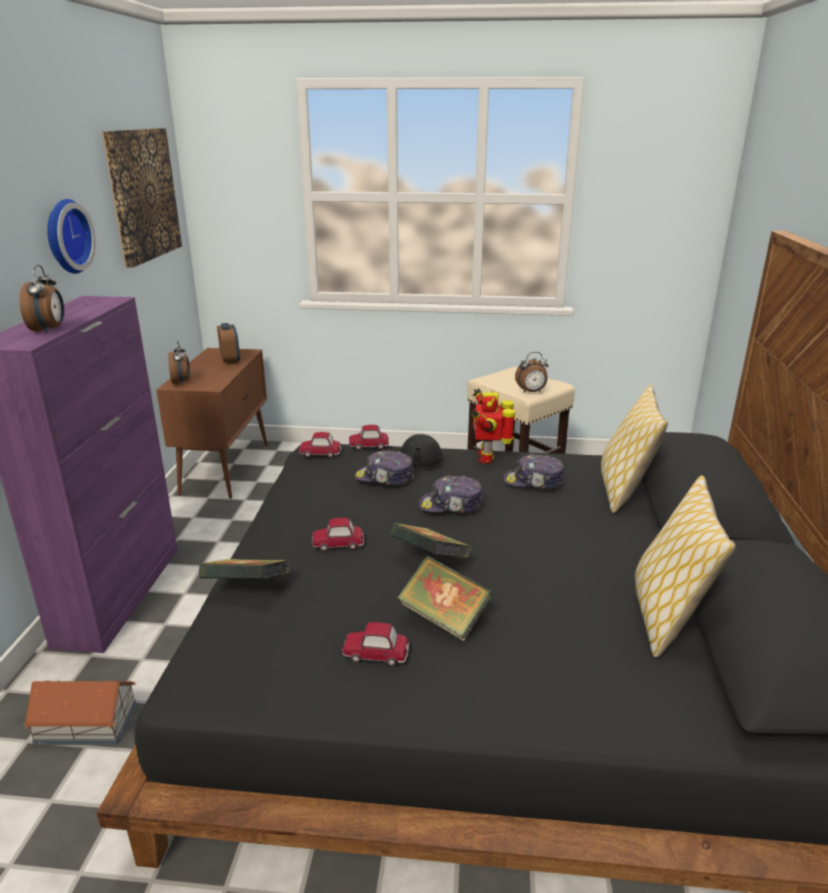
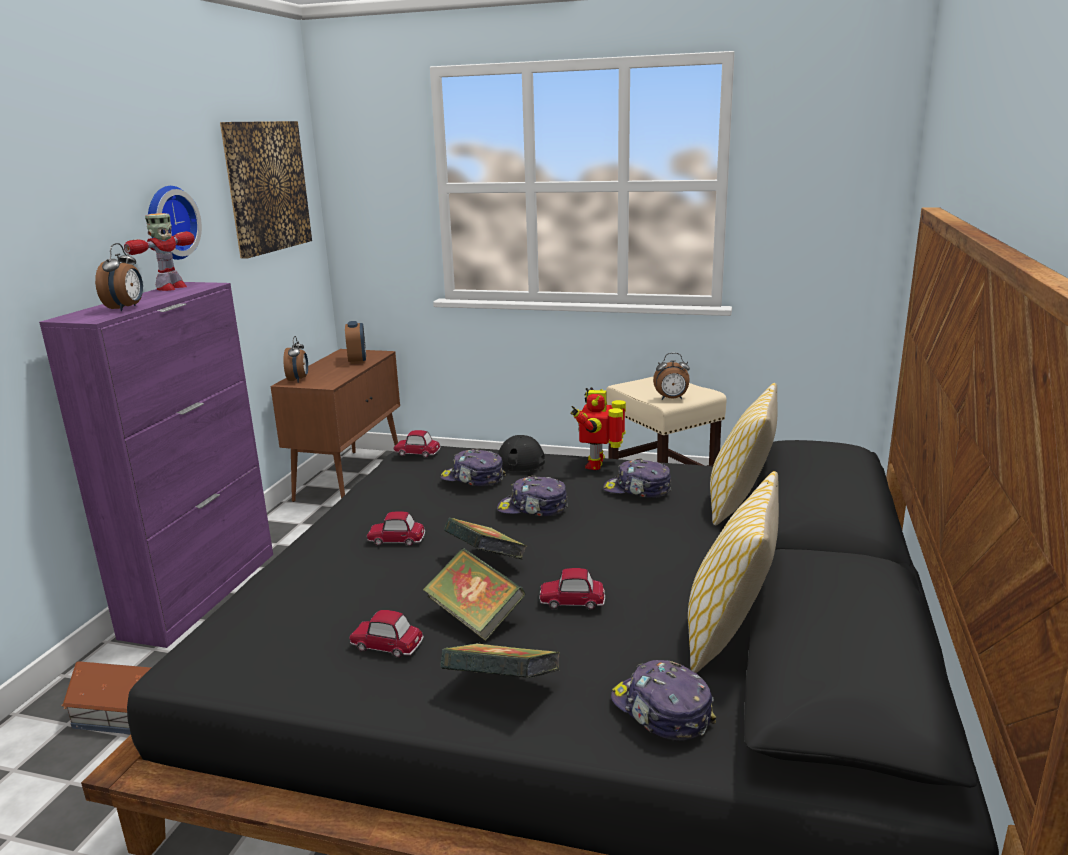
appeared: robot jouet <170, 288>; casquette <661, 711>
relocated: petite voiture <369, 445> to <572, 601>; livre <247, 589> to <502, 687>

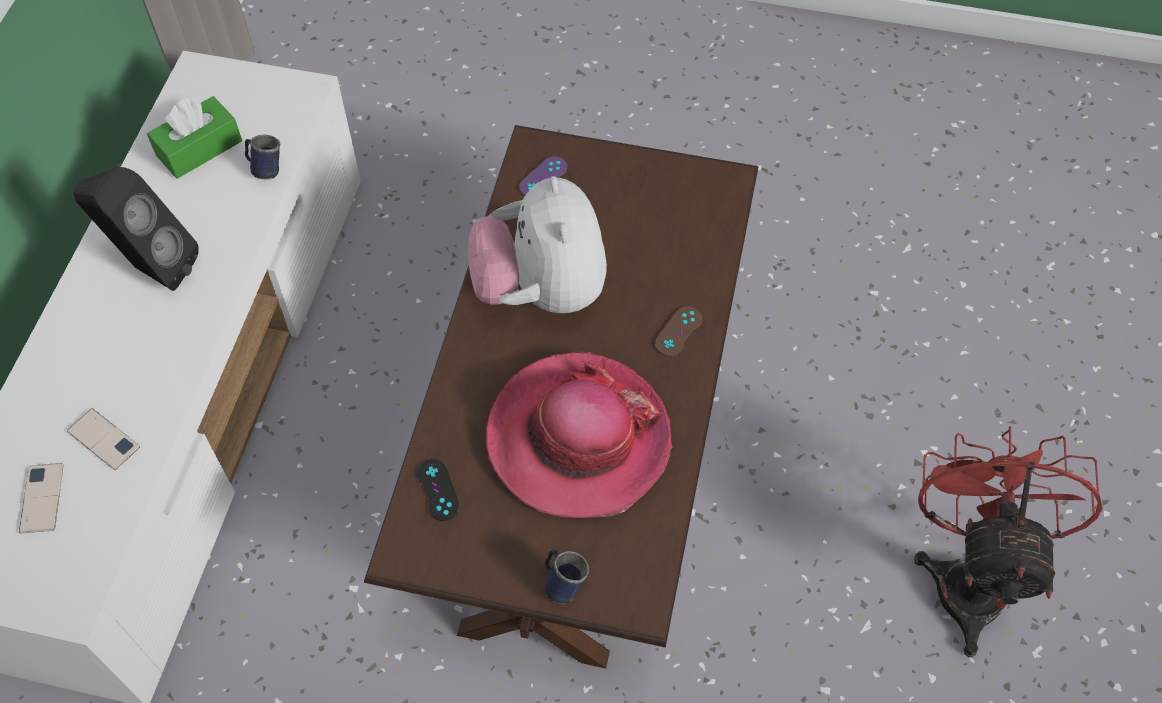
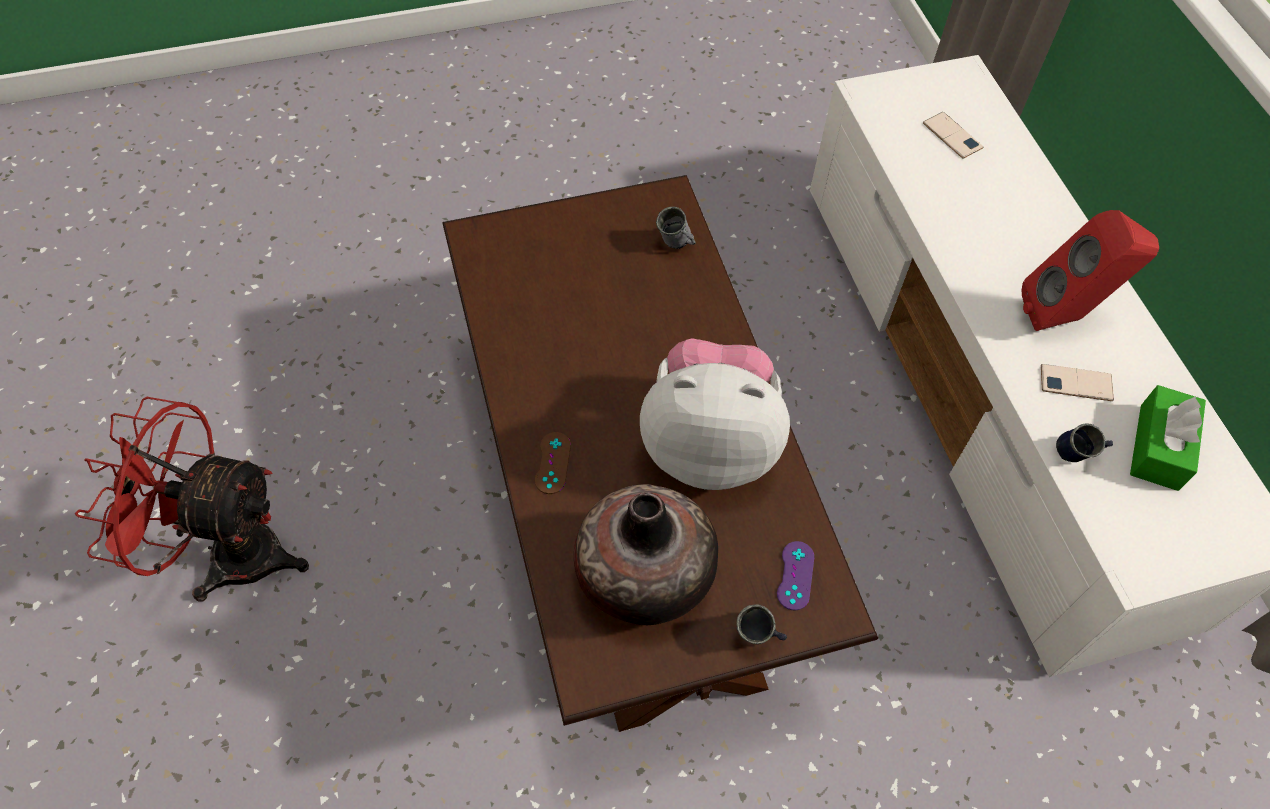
missing: chapeau <578, 439>
appeared: vase <644, 576>
relocated: téléphone <104, 439> to <1076, 383>; mug [bleu] <562, 583> to <759, 637>
exchanged: manette [noir] <438, 490> to mug [gris] <676, 245>
colour: enceinte [noir] <153, 268> to enceinte [rouge] <1064, 316>
spun: peluche <541, 290> = <709, 445> 45 degrees counterclockwise; ventilateur [rouge] <970, 575> = <229, 552> 120 degrees clockwise

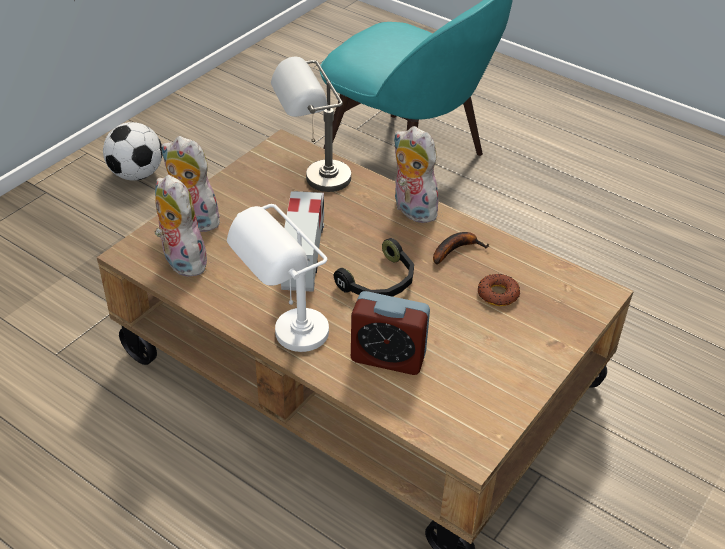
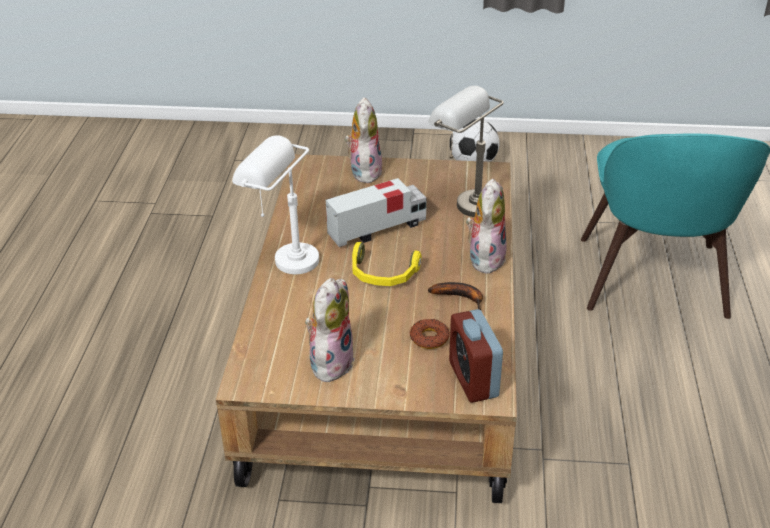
relocated: peluche <181, 261> to <330, 362>; réveil <388, 357> to <473, 379>
colour: casque audio [noir] <380, 282> to casque audio [jaune] <383, 275>

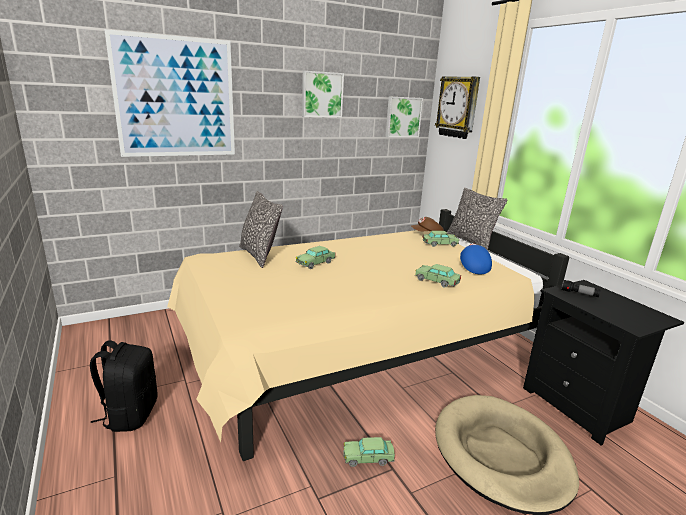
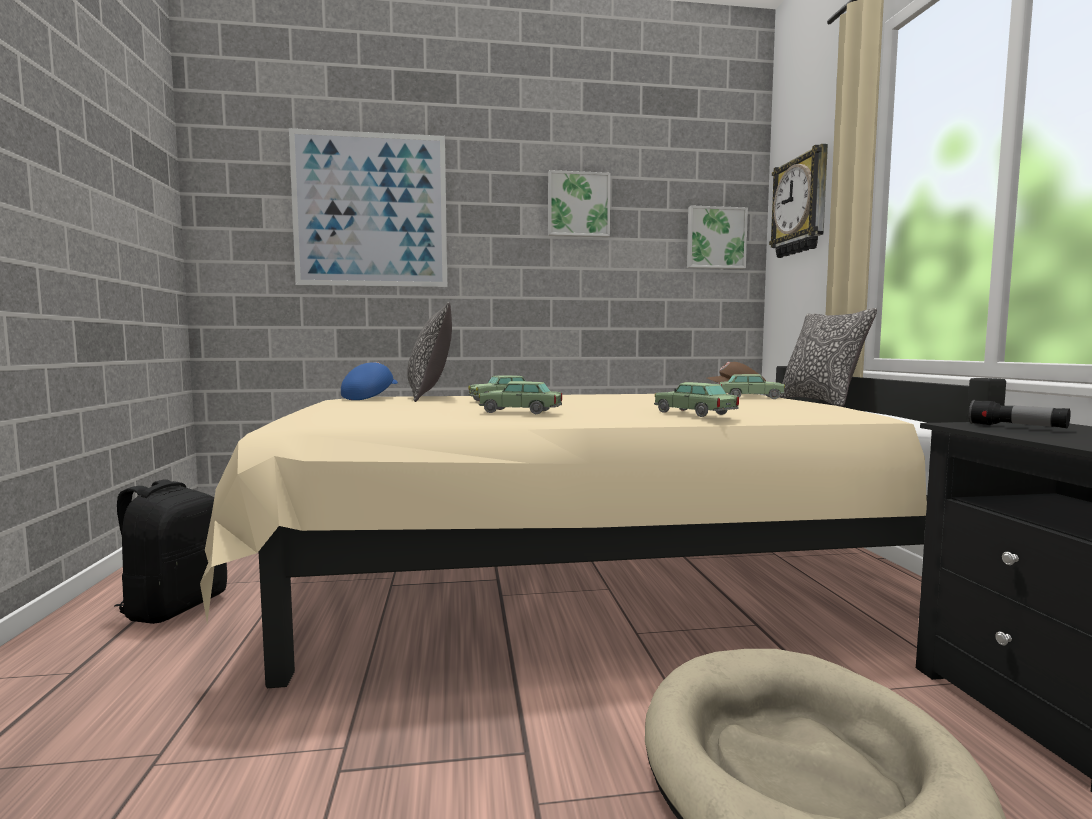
relocated: casquette [bleu] <472, 267> to <370, 397>; petite voiture <368, 457> to <520, 412>

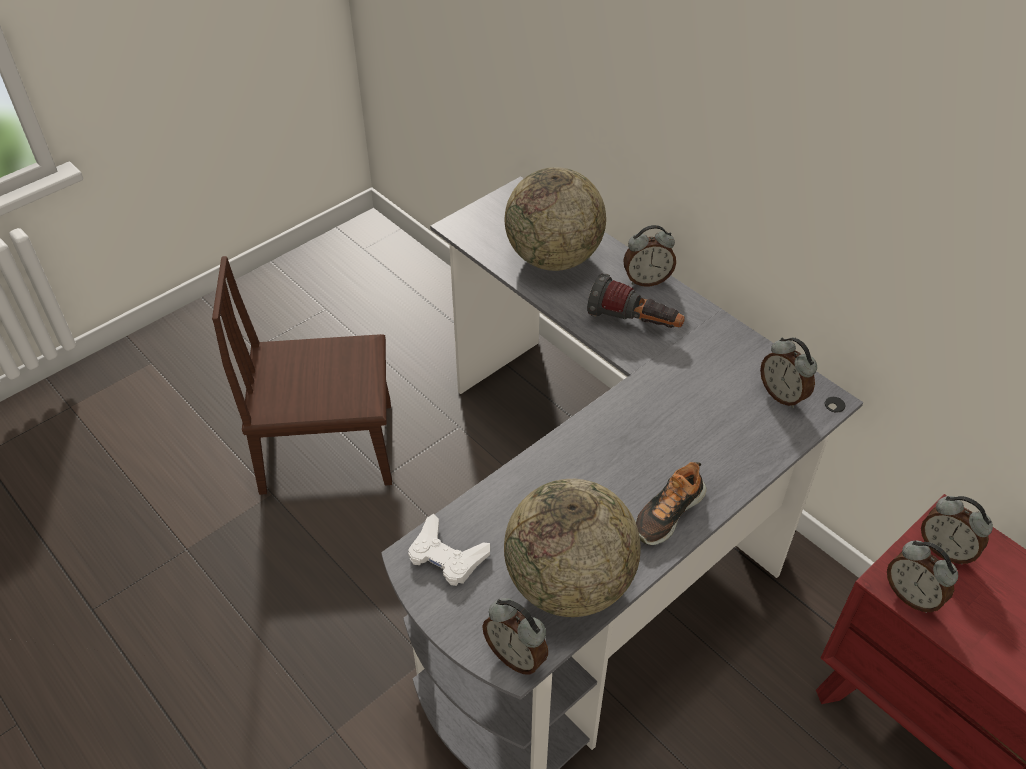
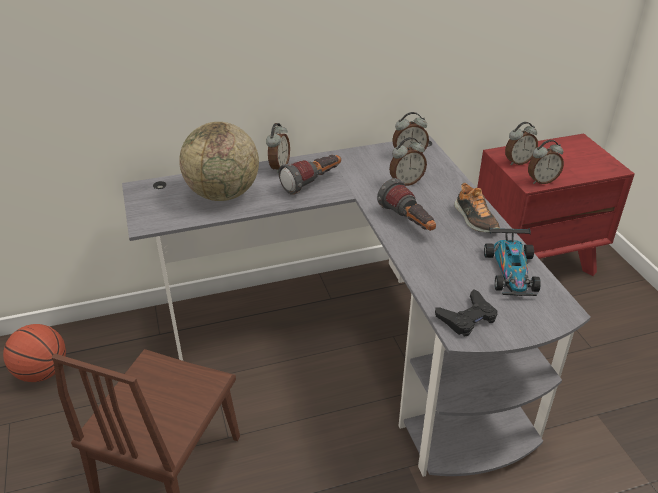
appeared: lampe de poche <408, 222>; ballon de basket <42, 372>
relocated: réveil <516, 655> to <406, 182>
exchanged: globe <569, 583> to petite voiture <511, 271>
colour: manette [blanc] <446, 556> to manette [noir] <467, 318>

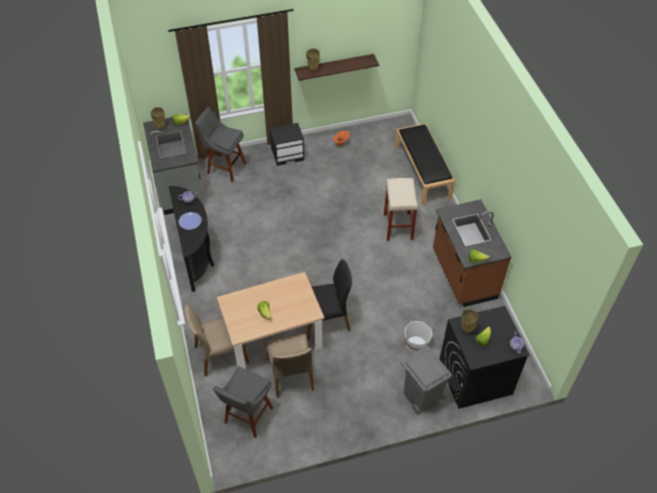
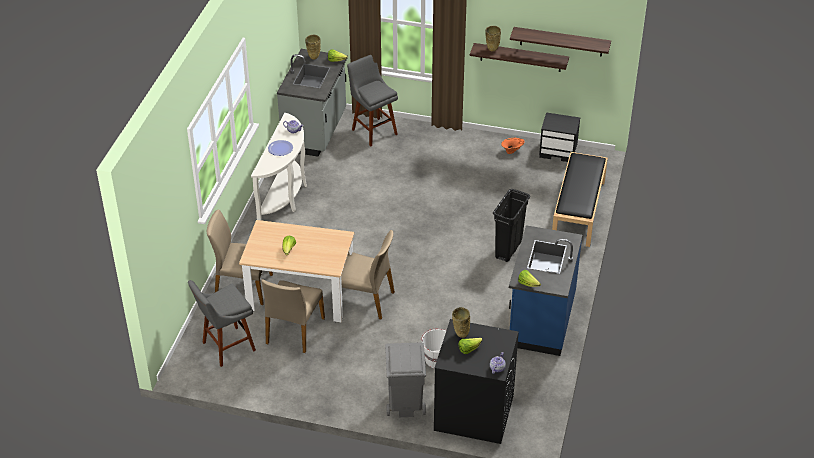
appeared: étagère <561, 41>
relocated: table de chevet [noir] <288, 154> to <558, 151>
exchanged: tabouret [beige] <398, 227> to poubelle [noir] <508, 250>
colour: table console [noir] <196, 255> to table console [blanc] <285, 196>; comptoir de cuisine [marron] <463, 275> to comptoir de cuisine [bleu] <540, 320>; chaise [noir] <326, 319> to chaise [beige] <365, 300>

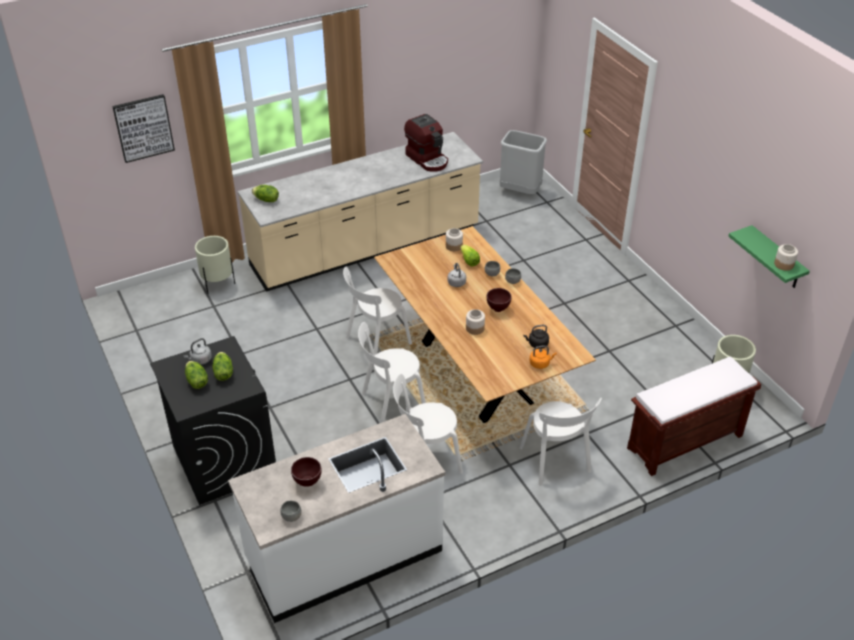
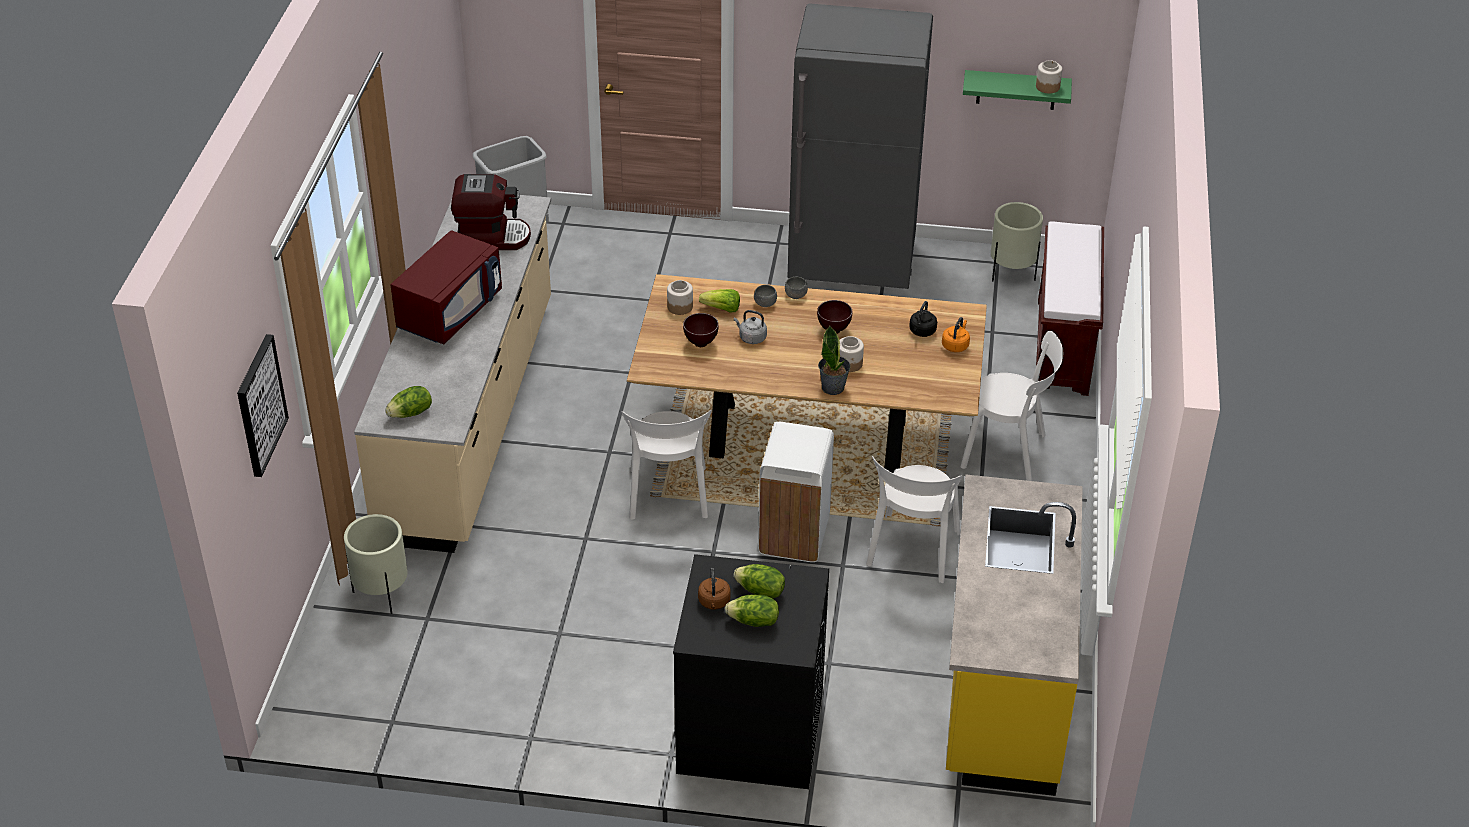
missing: bol [gris] <291, 516>
appeared: réfrigérateur [gris] <852, 264>; micro-ondes [rouge] <450, 311>; plante en pot <833, 387>
relocated: bol [marron] <308, 482> to <701, 343>
exchanged: chaise [blanc] <391, 404> to poubelle [blanc] <793, 536>
colour: bouilloire [gris] <200, 360> to bouilloire [marron] <714, 602>; comptoir de cuisine [blanc] <344, 555> to comptoir de cuisine [jaune] <1002, 690>

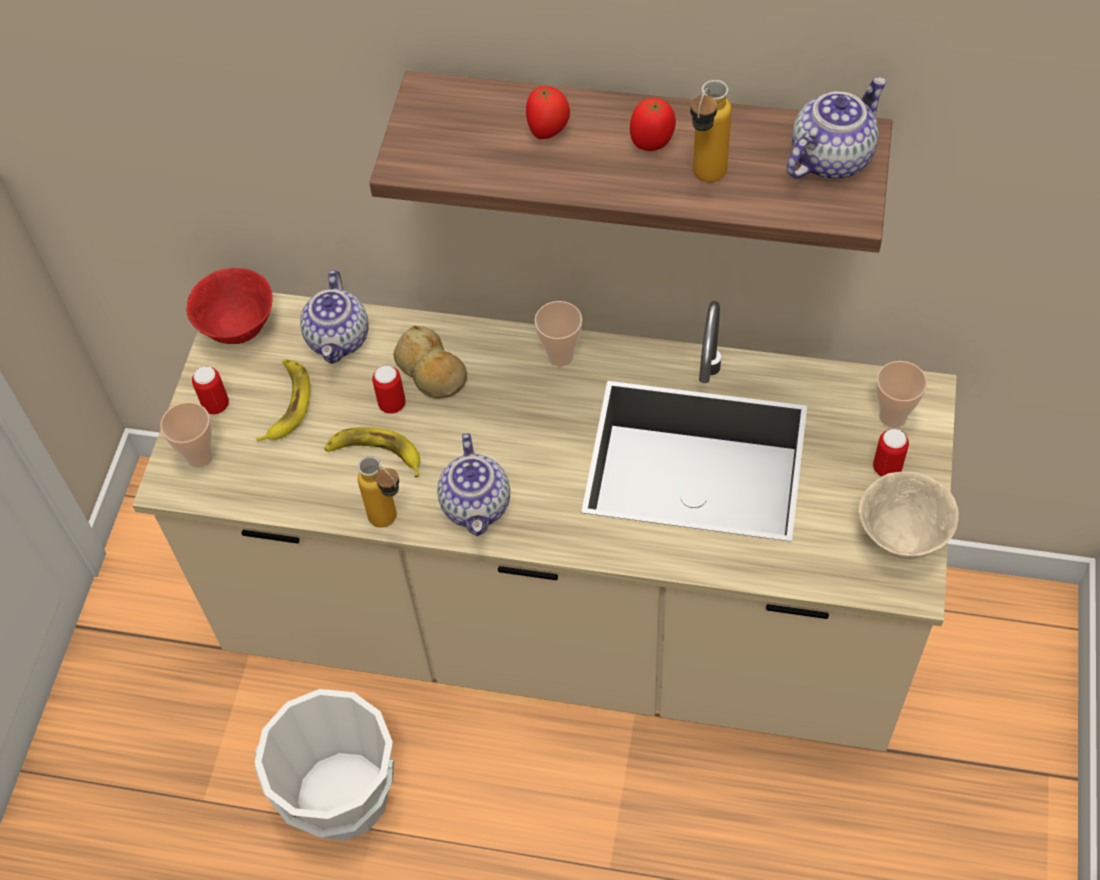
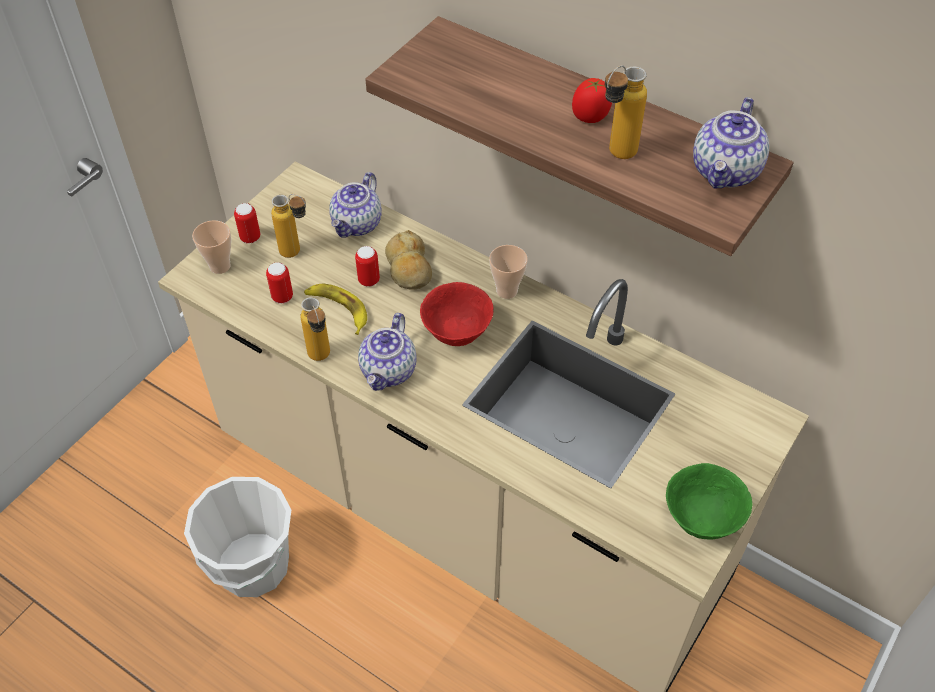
missing: tomate <548, 131>; tasse <892, 416>
relocated: bol [rouge] <239, 327> to <457, 333>; boîte métallique <887, 468> to <282, 297>
exchanged: banane <286, 403> to bouteille <297, 253>
colour: bol [beige] <901, 536> to bol [vert] <700, 519>
spun: théière <830, 157> = <726, 172> 135 degrees clockwise

